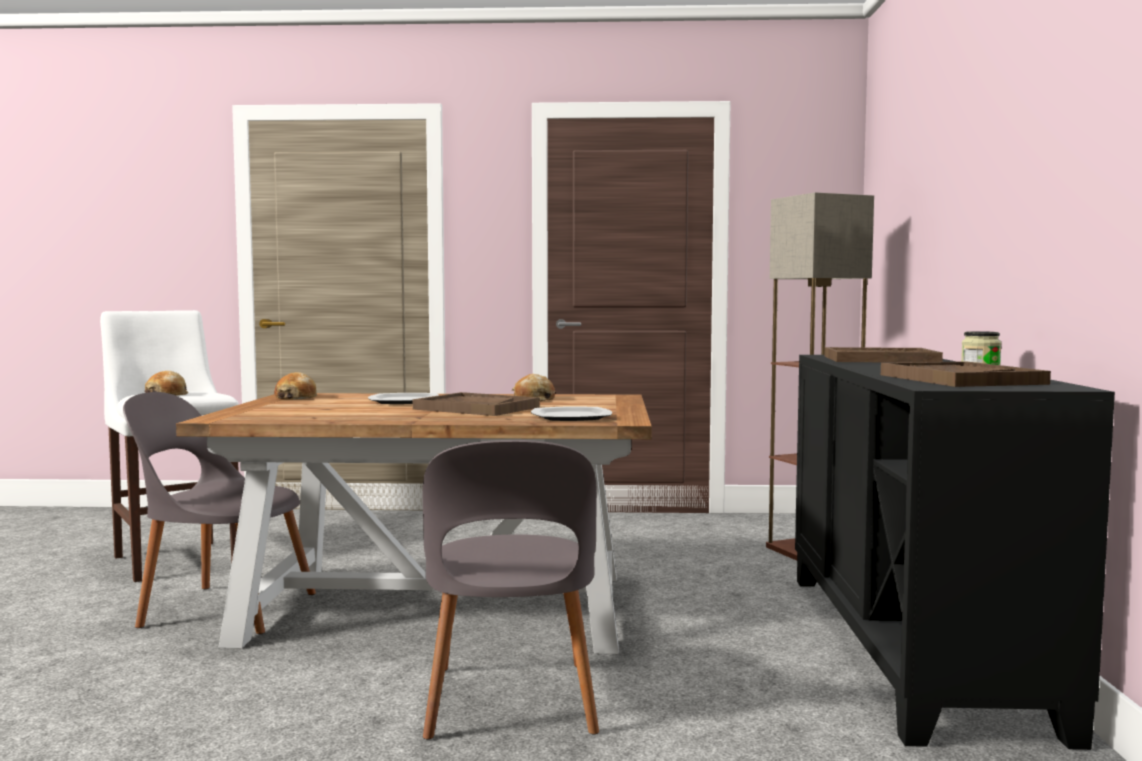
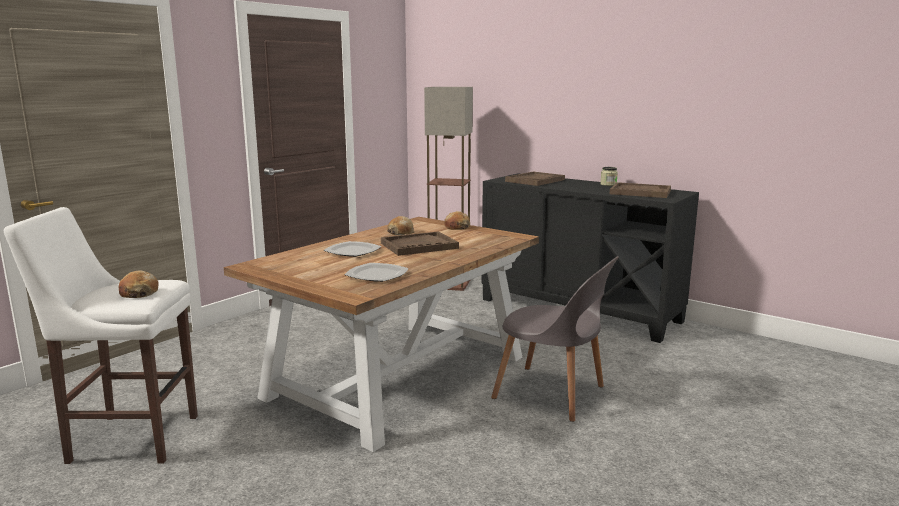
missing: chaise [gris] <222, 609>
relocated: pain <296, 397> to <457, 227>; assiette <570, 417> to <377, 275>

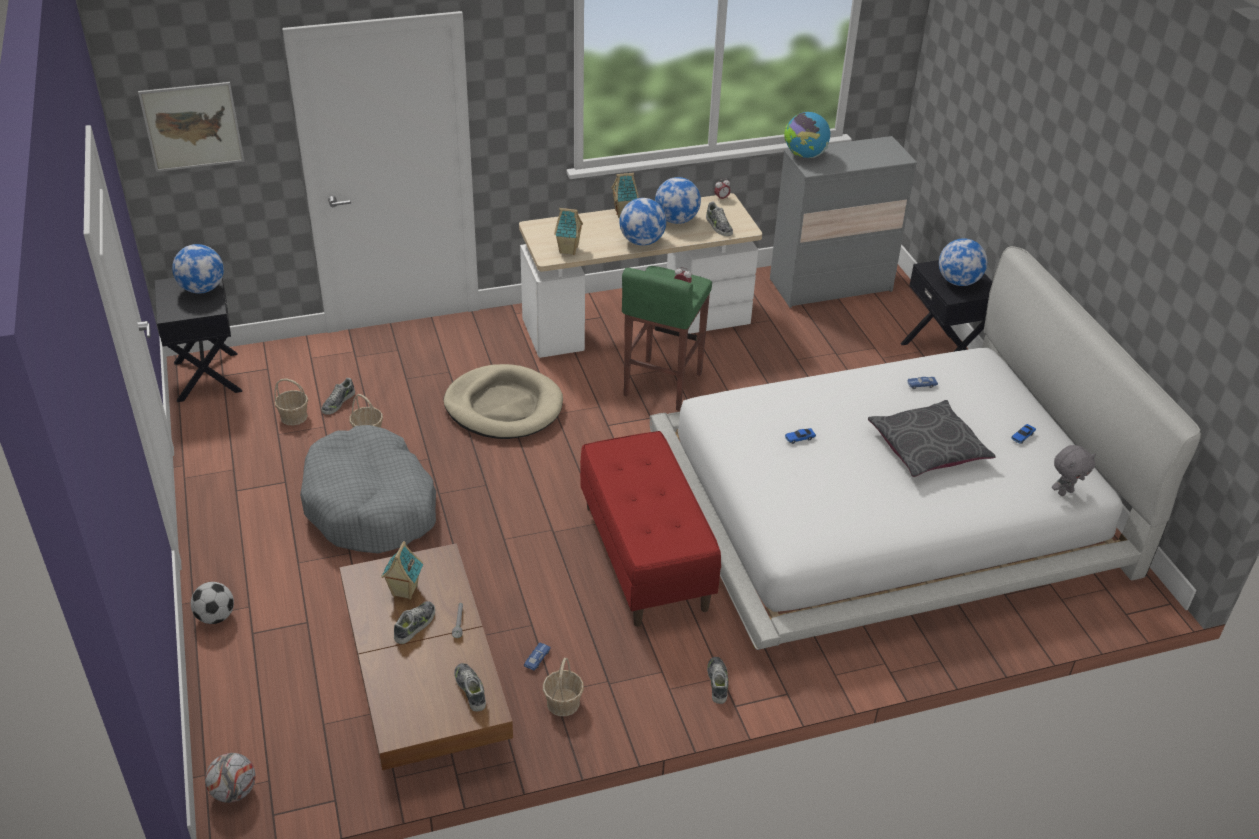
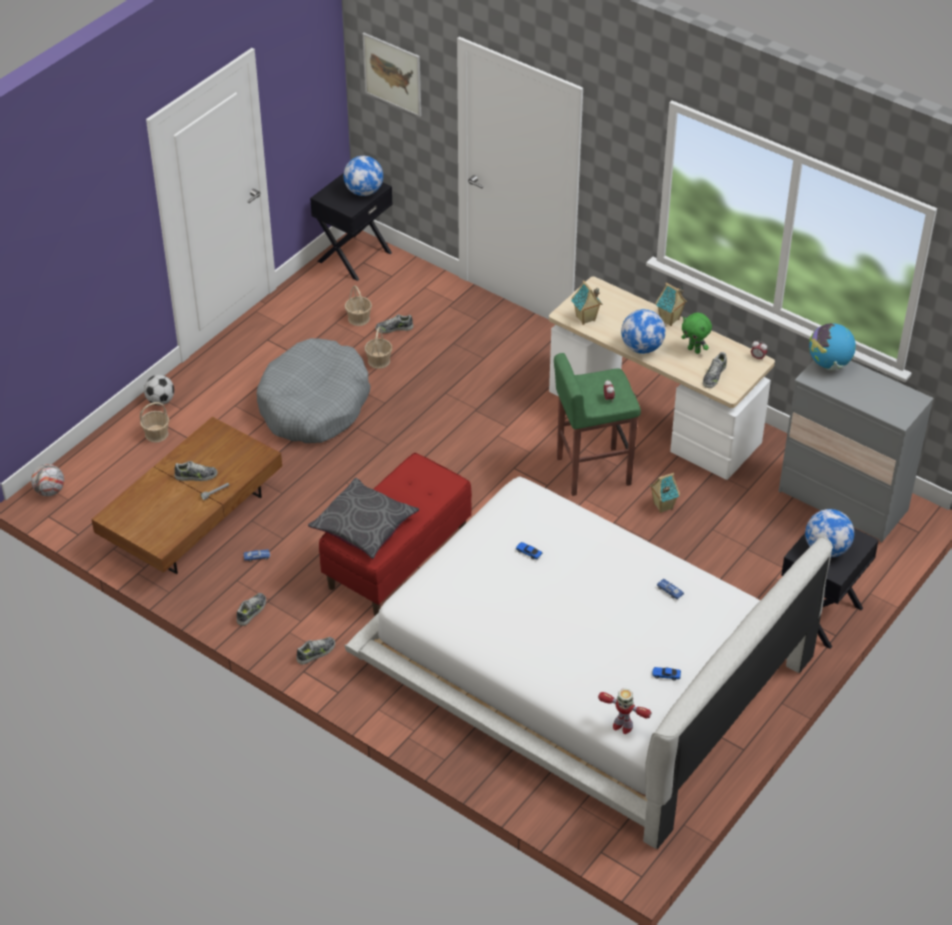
missing: panier pour chien [beige] <504, 406>
relocated: coussin [gris] <928, 448> to <364, 526>; maison miniature <404, 591> to <662, 506>; panier <563, 702> to <157, 434>; chaussure <471, 689> to <252, 611>
exchanged: globe <676, 220> to peluche [vert] <694, 350>; peluche [gris] <1065, 492> to robot jouet <622, 726>

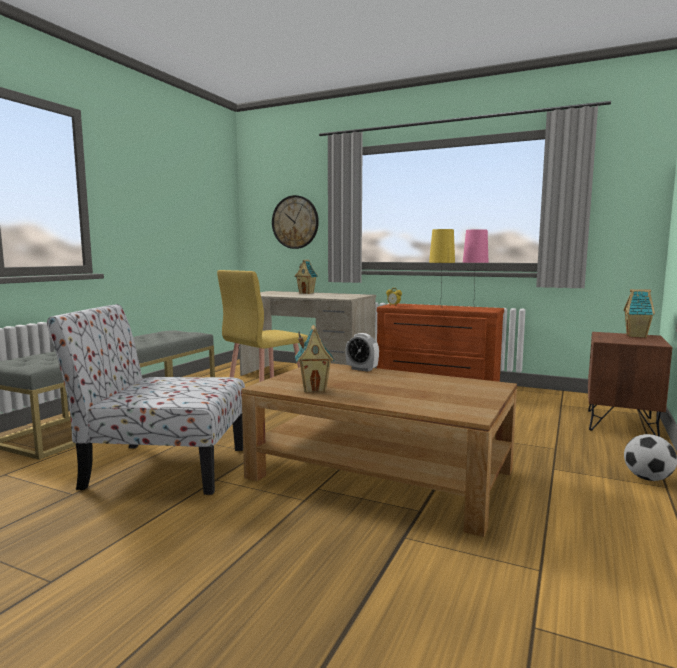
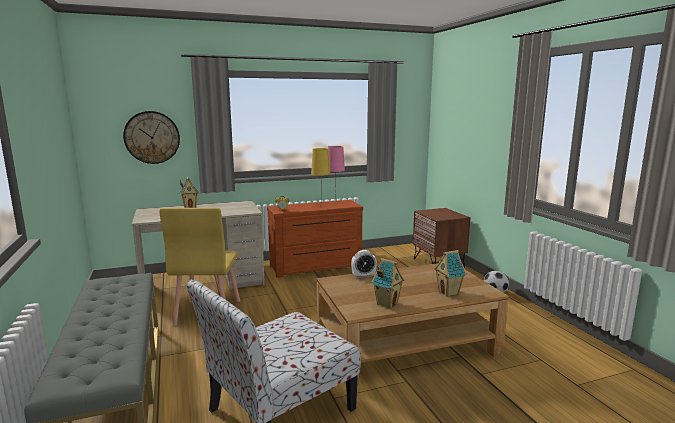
relocated: maison miniature <637, 336> to <449, 292>

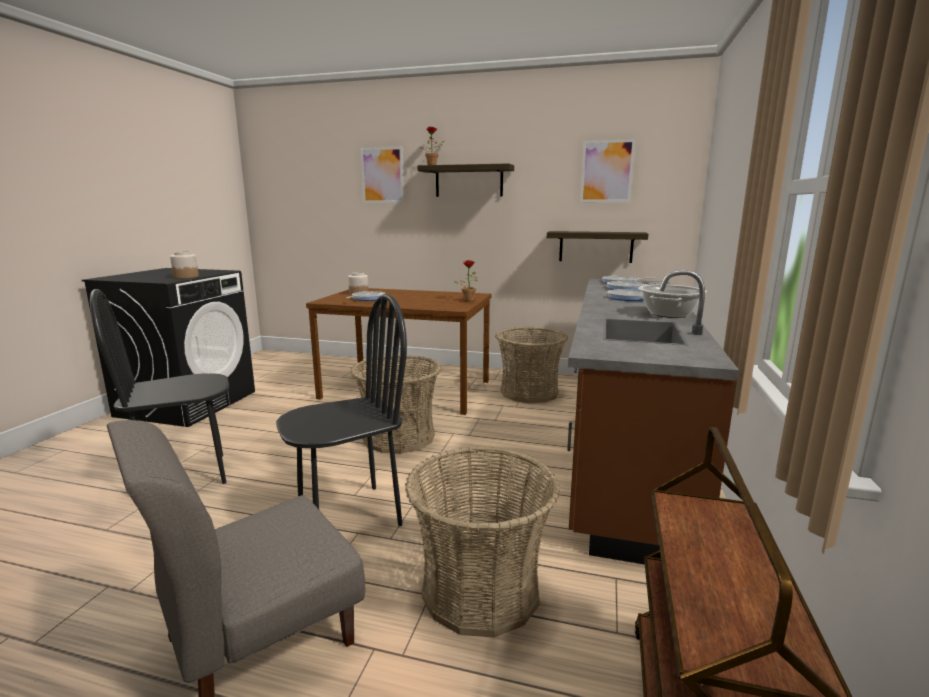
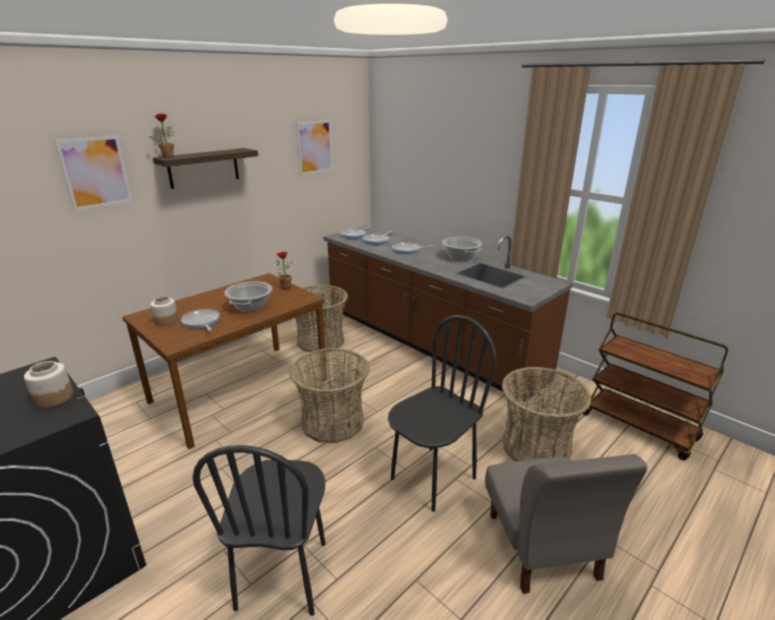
missing: étagère <595, 246>
appeared: marmite <250, 307>
spun: chaise [noir] <349, 516> = <432, 478> 45 degrees clockwise

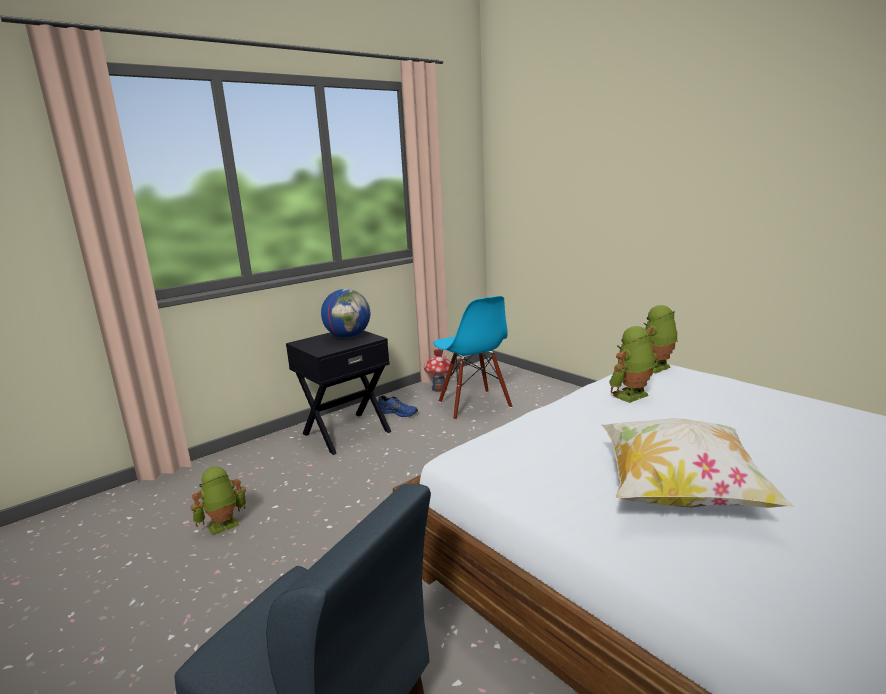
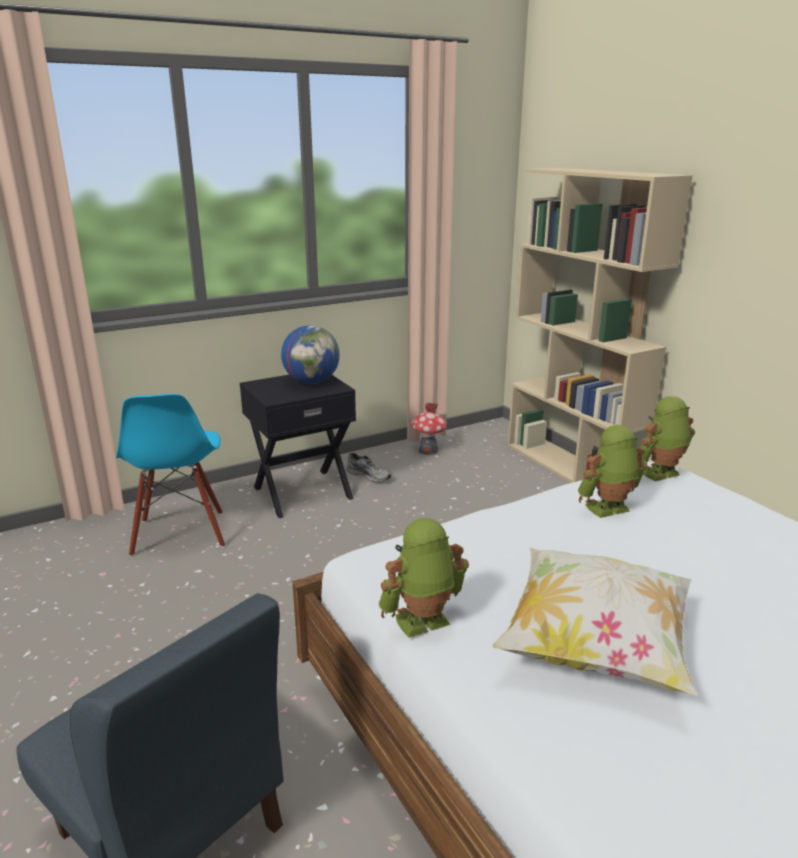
appeared: bibliothèque [beige] <572, 468>
relocated: chaise [bleu] <473, 405> to <180, 534>; robot jouet <223, 527> to <423, 624>
colour: chaussure [bleu] <398, 412> to chaussure [gris] <369, 475>

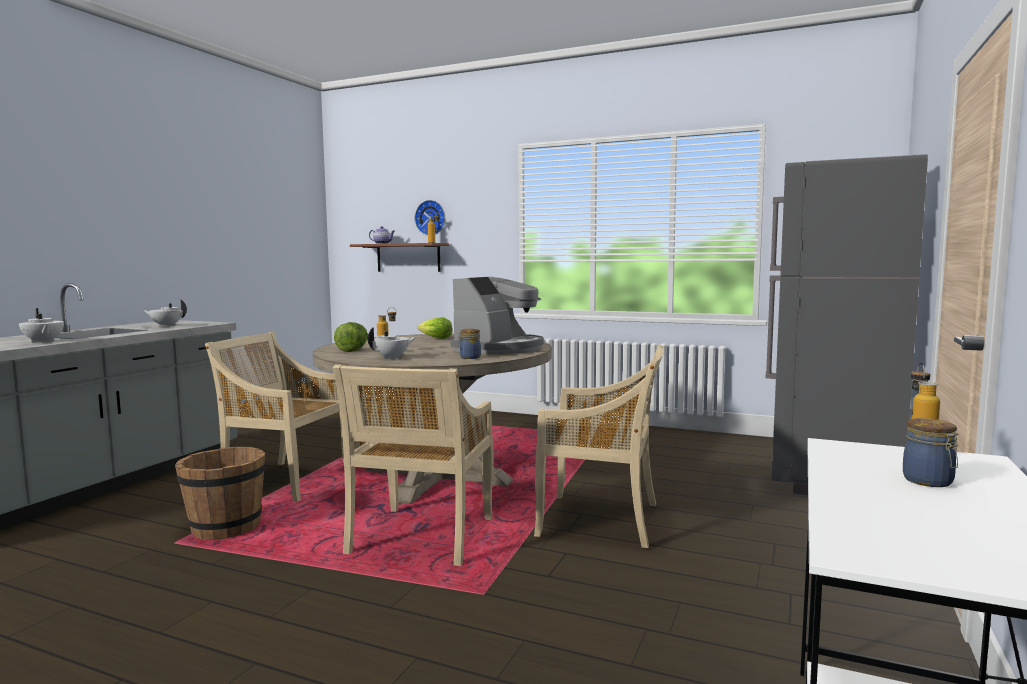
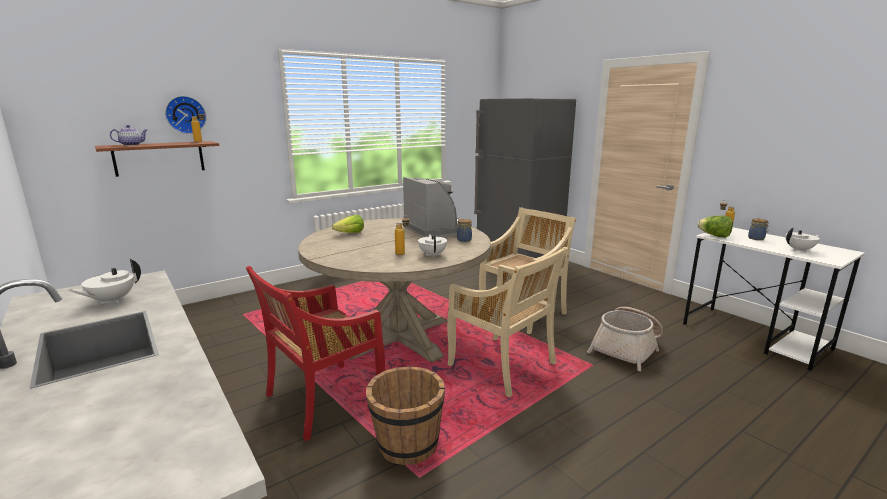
appeared: panier <627, 348>
relocated: théière [blanc] <43, 341> to <799, 250>; laitue <353, 350> to <714, 236>
colour: chaise [beige] <285, 481> to chaise [rouge] <323, 400>

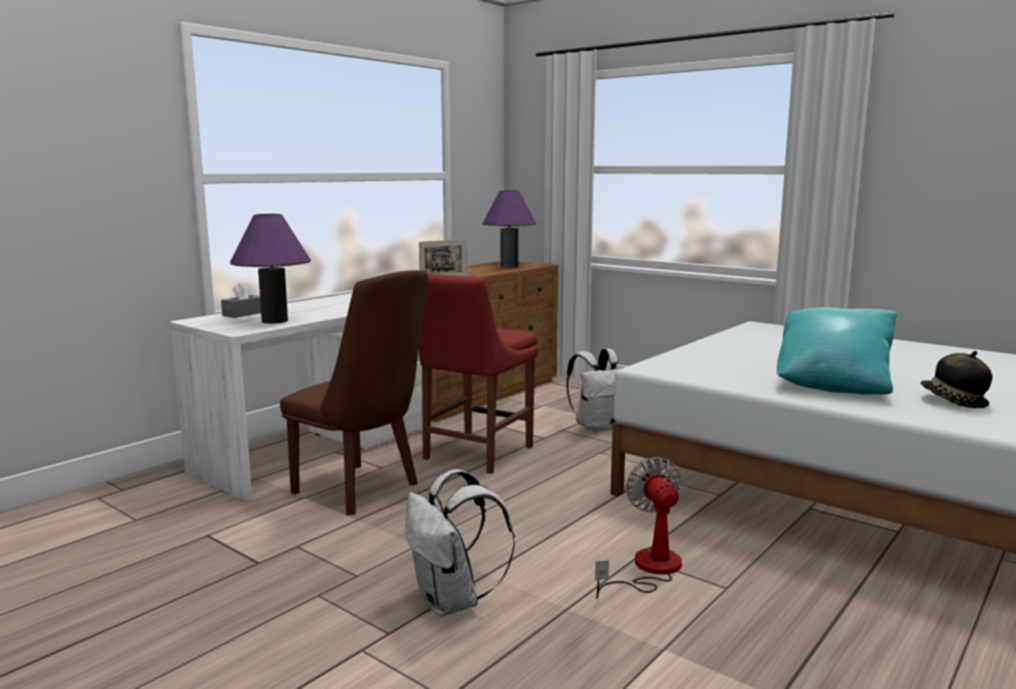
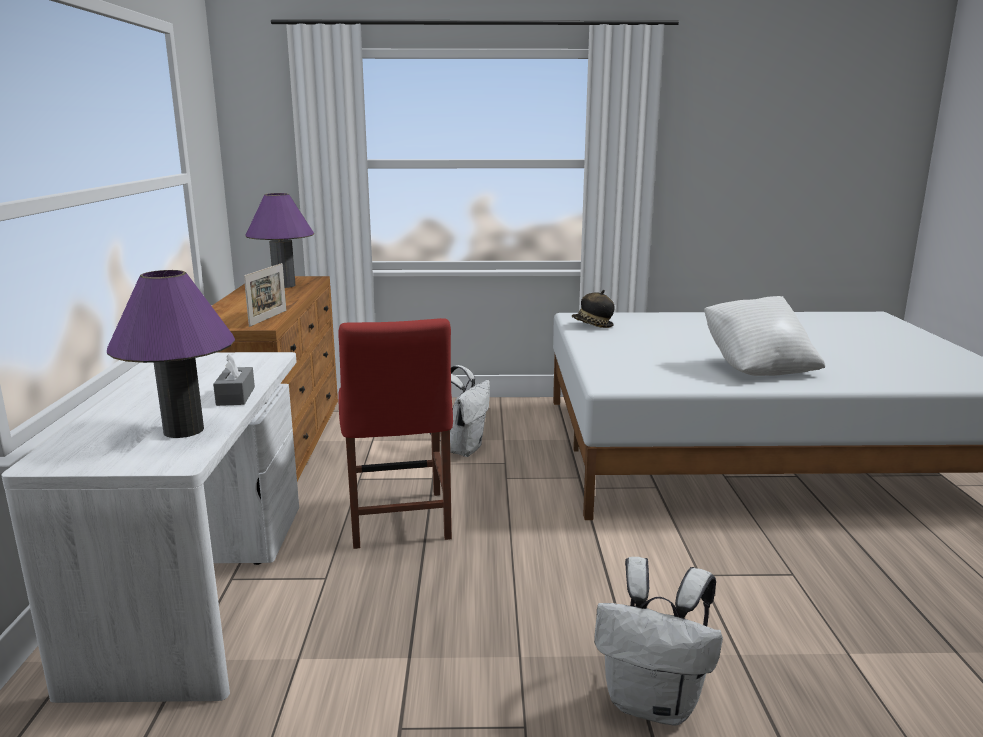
missing: chaise [marron] <363, 491>; ventilateur <648, 569>
relocated: boîte à mouchoirs [gris] <243, 314> to <235, 396>; chapeau <953, 401> to <592, 325>
colour: coussin [turquoise] <832, 385> to coussin [blanc] <758, 368>

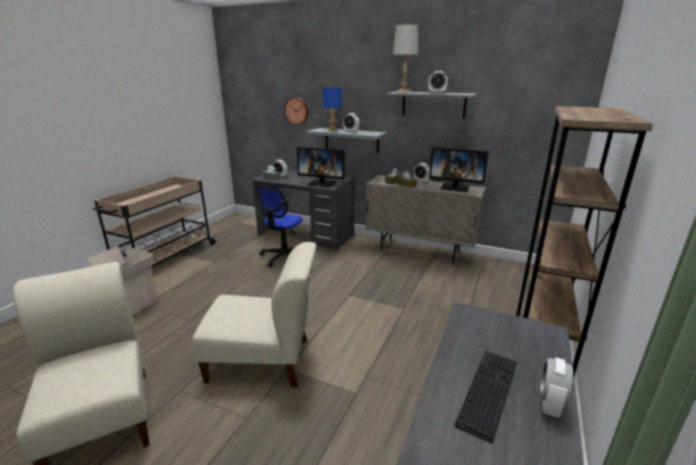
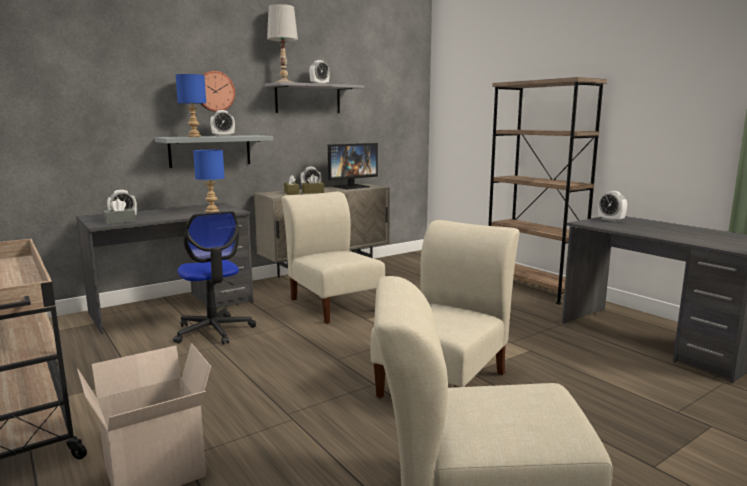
missing: clavier <488, 391>
appeared: chaise [beige] <333, 304>
relocated: horloge murale <297, 111> to <214, 91>; réveil <549, 404> to <611, 220>
exchanged: écran d'ordinateur <322, 183> to lampe de table [bleu] <212, 211>

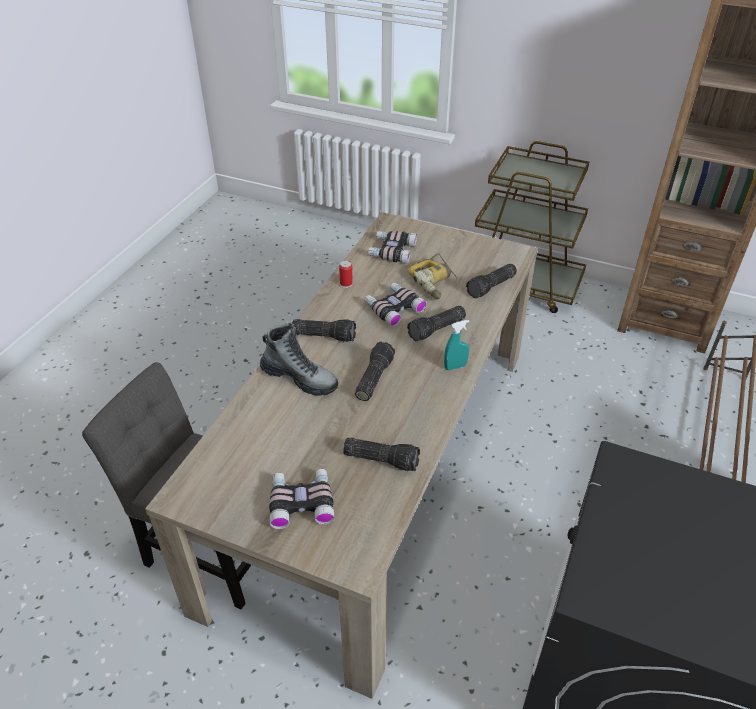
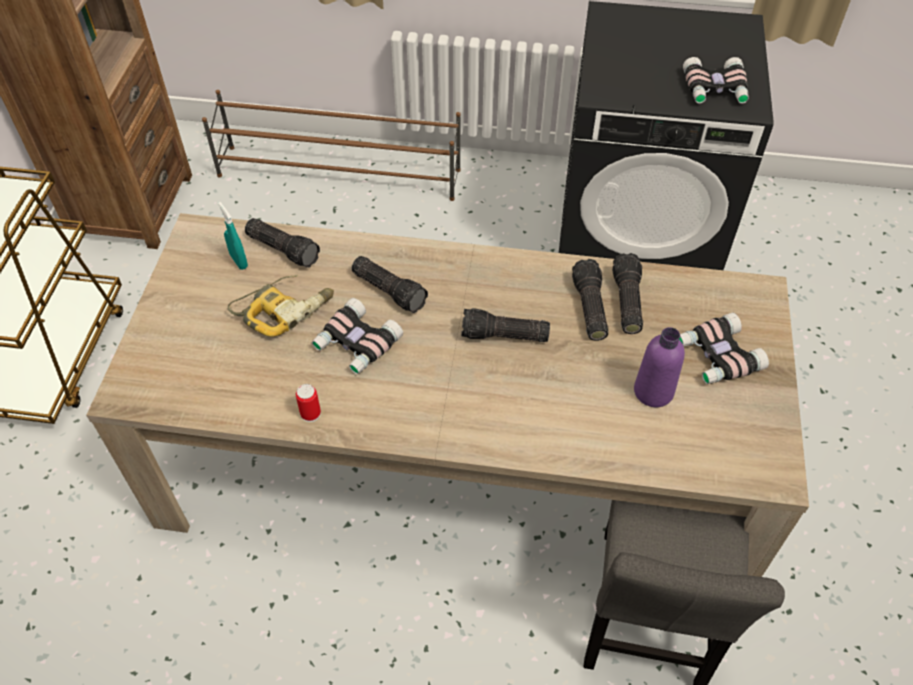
missing: botte <300, 378>
appeared: bouteille [violet] <653, 391>
relocated: jumelles <391, 251> to <715, 90>; lampe de poche <325, 335> to <588, 307>; vaporisateur [turquoise] <455, 366> to <239, 261>

